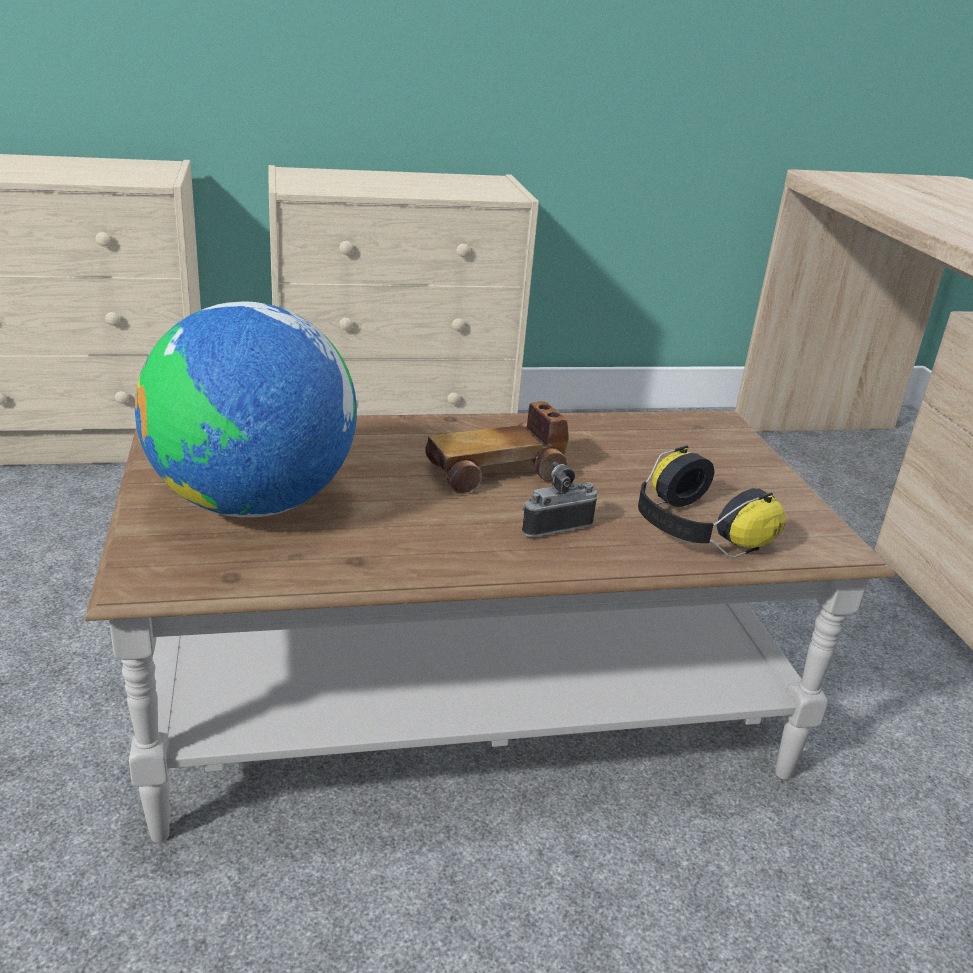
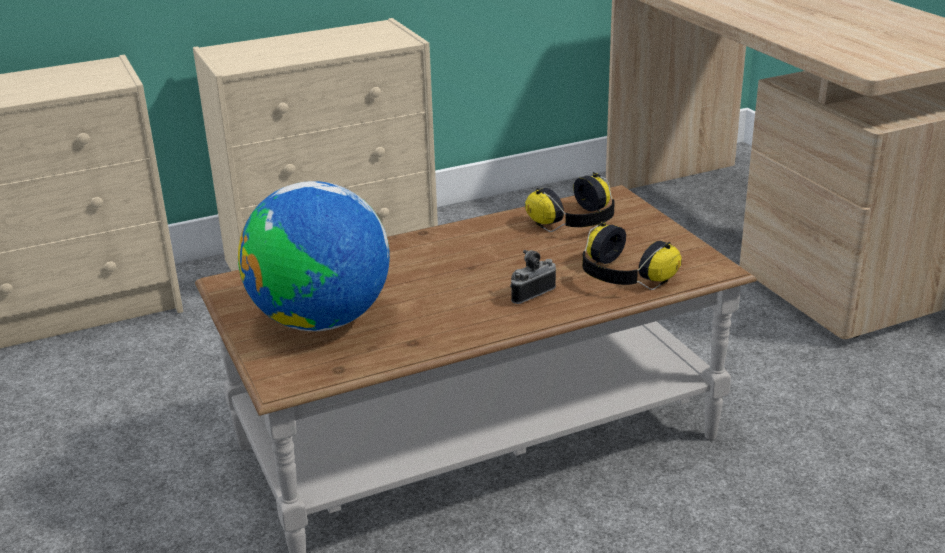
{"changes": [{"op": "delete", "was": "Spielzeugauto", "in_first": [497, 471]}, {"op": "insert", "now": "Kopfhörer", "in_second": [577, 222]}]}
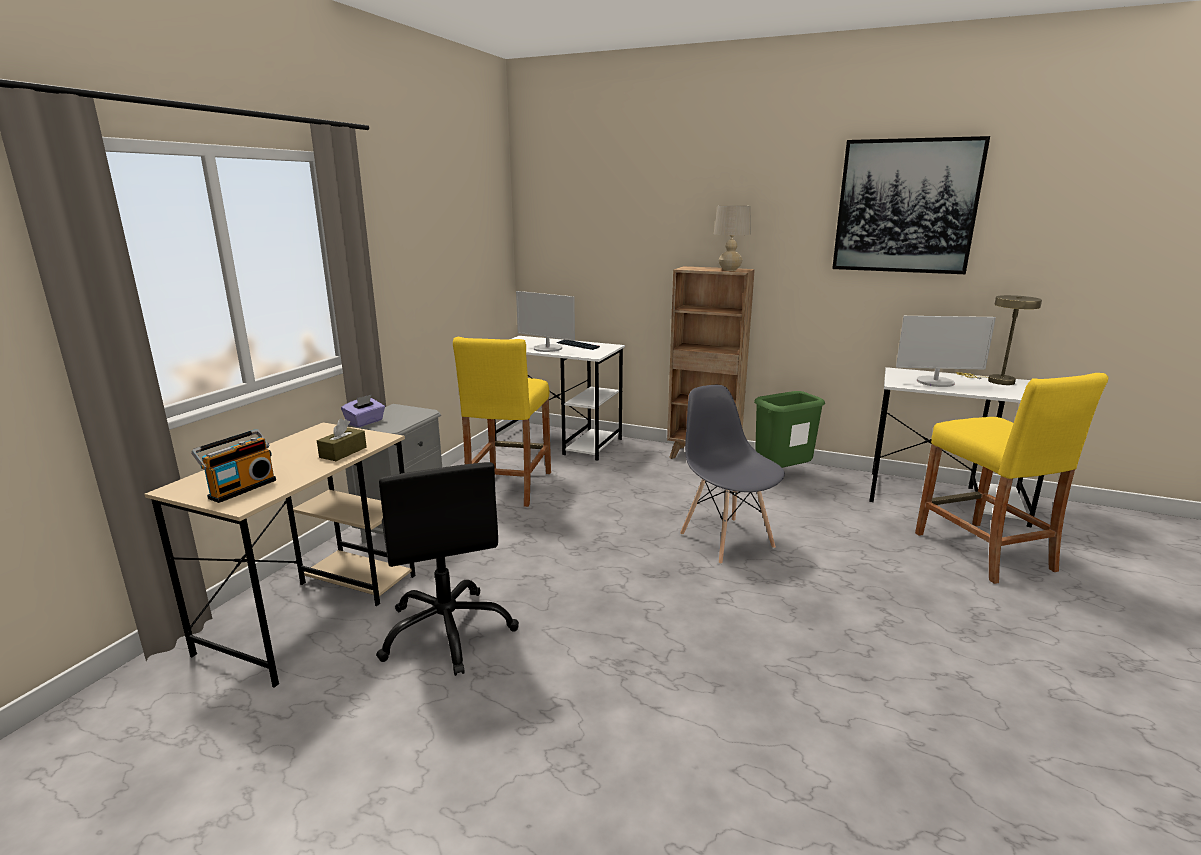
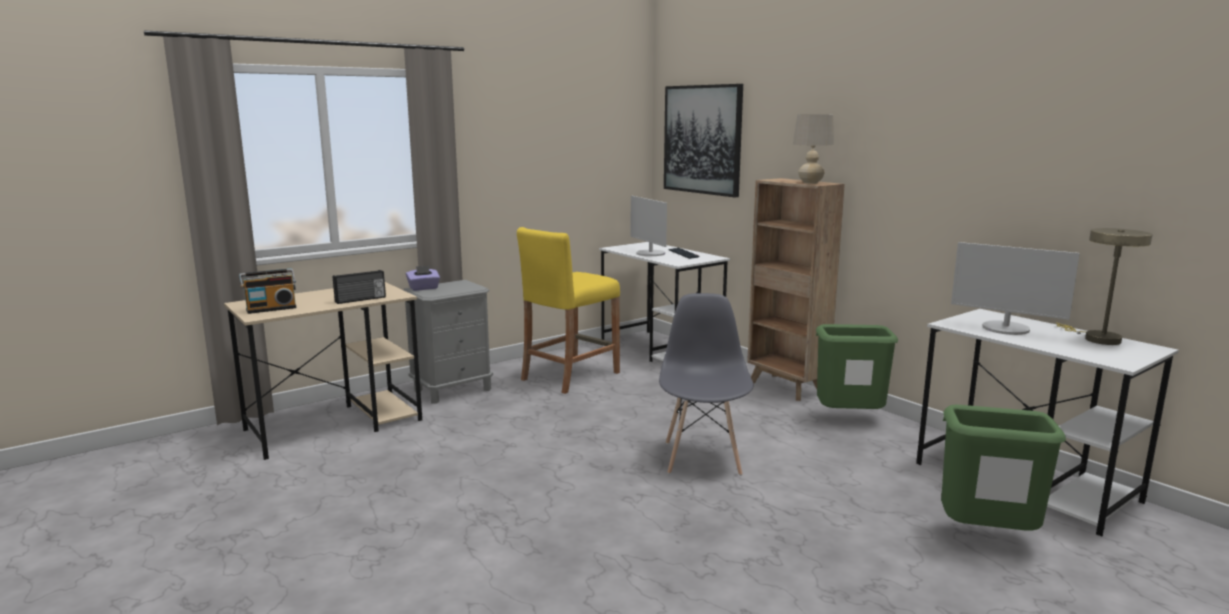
{"changes": [{"op": "delete", "was": "Bürostuhl (schwarz)", "in_first": [448, 631]}, {"op": "move", "was": "Bild", "in_first": [906, 206], "in_second": [702, 139]}, {"op": "replace", "was": "Taschentuchbox (braun)", "now": "Radio", "in_first": [343, 452], "in_second": [360, 300]}, {"op": "replace", "was": "Hocker (gelb)", "now": "Mülleimer (grün)", "in_first": [983, 551], "in_second": [986, 539]}]}
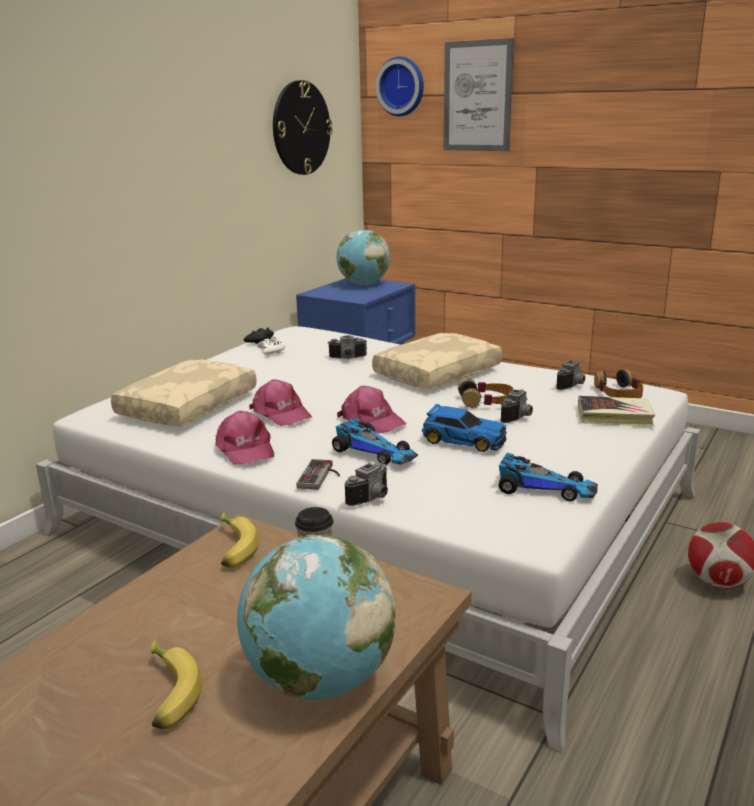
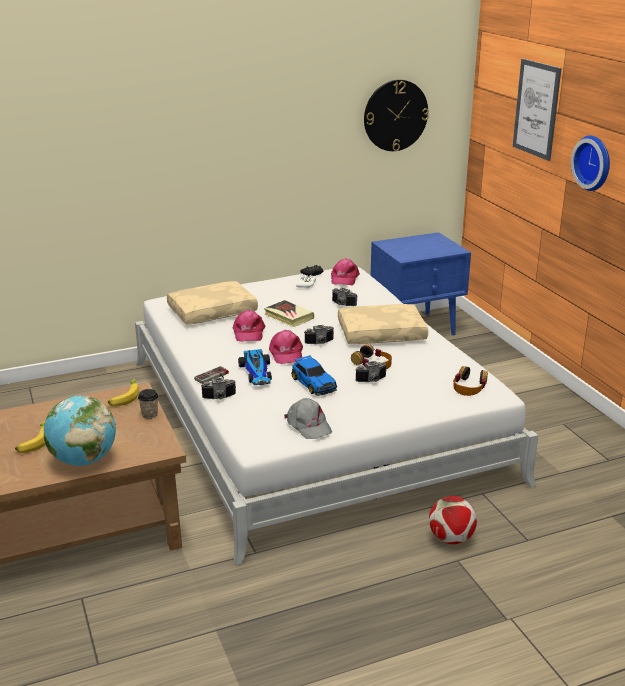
{"changes": [{"op": "delete", "was": "Globus", "in_first": [363, 284]}, {"op": "move", "was": "Kappe (rosa)", "in_first": [245, 449], "in_second": [344, 278]}, {"op": "move", "was": "Wanduhr", "in_first": [402, 86], "in_second": [594, 162]}, {"op": "move", "was": "Kamera", "in_first": [573, 385], "in_second": [320, 343]}, {"op": "move", "was": "Buch", "in_first": [615, 416], "in_second": [288, 316]}, {"op": "replace", "was": "Spielzeugauto", "now": "Kappe (grau)", "in_first": [543, 487], "in_second": [308, 425]}]}
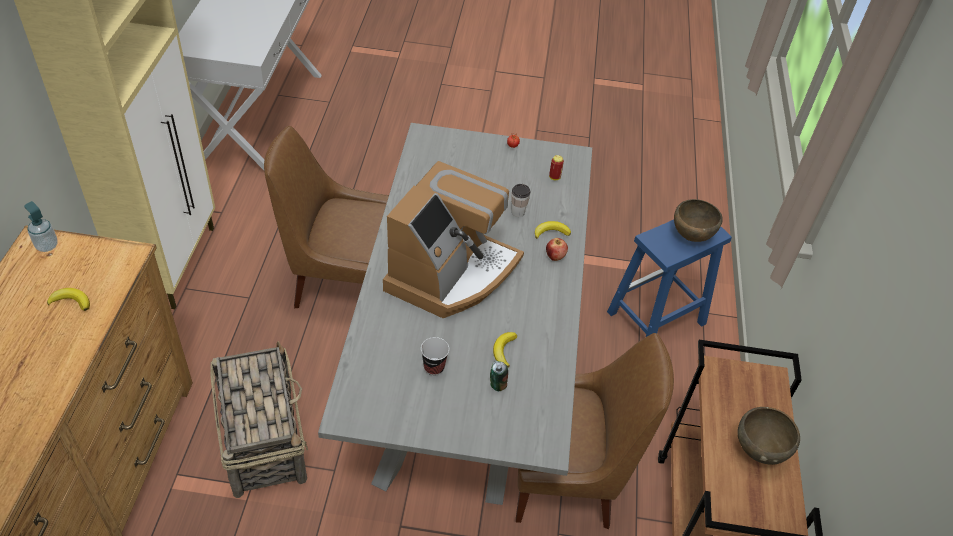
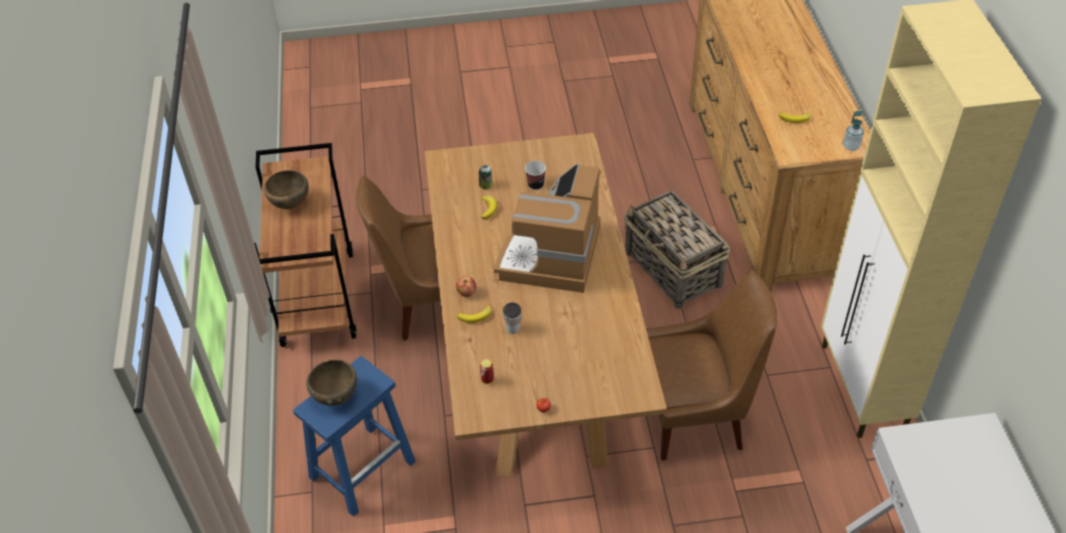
{"changes": [{"op": "recolor", "was": "Esstisch (grau)", "now": "Esstisch (braun)", "in_first": [464, 371], "in_second": [538, 363]}]}
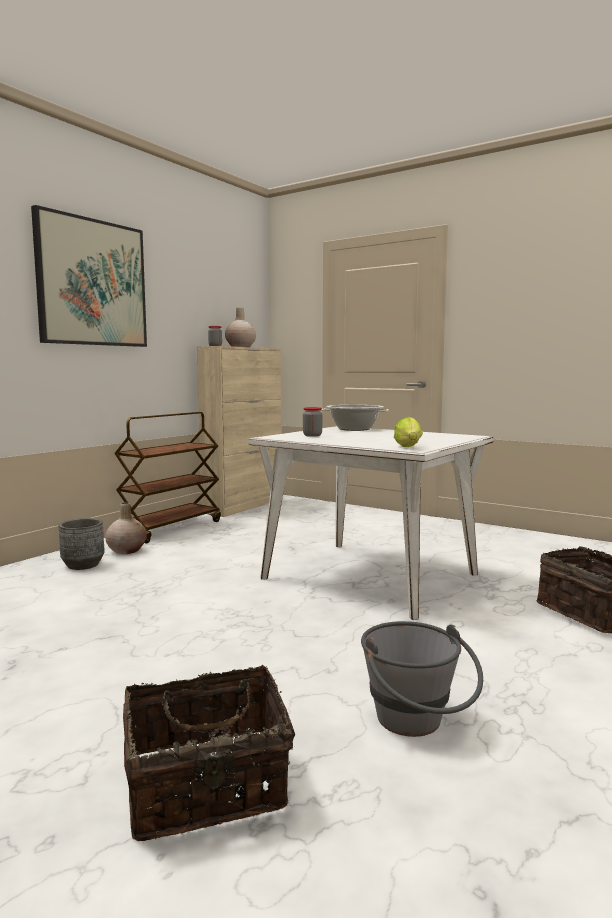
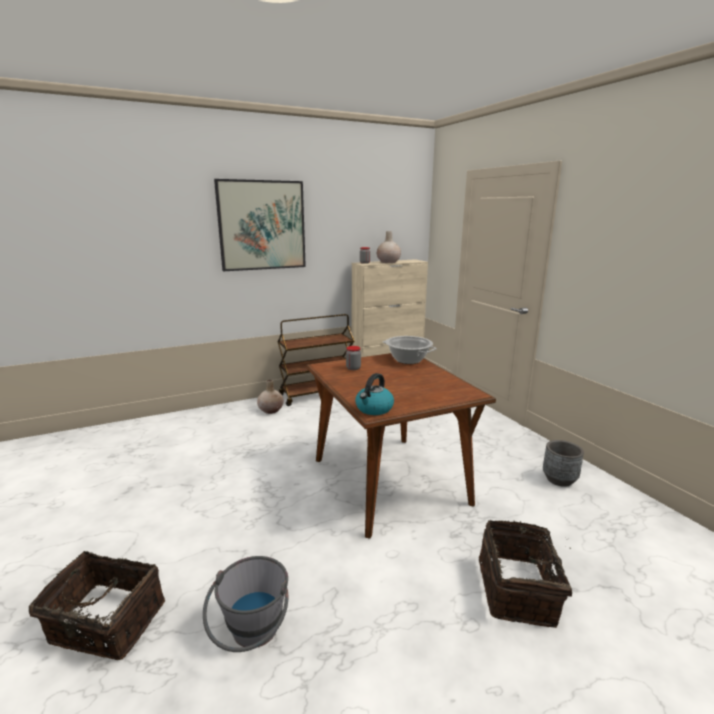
{"changes": [{"op": "move", "was": "Pflanzkübel (grau)", "in_first": [83, 565], "in_second": [559, 479]}, {"op": "replace", "was": "Salatkopf", "now": "Wasserkessel", "in_first": [409, 448], "in_second": [374, 409]}, {"op": "recolor", "was": "Esstisch (weiß)", "now": "Esstisch (braun)", "in_first": [370, 576], "in_second": [389, 481]}]}
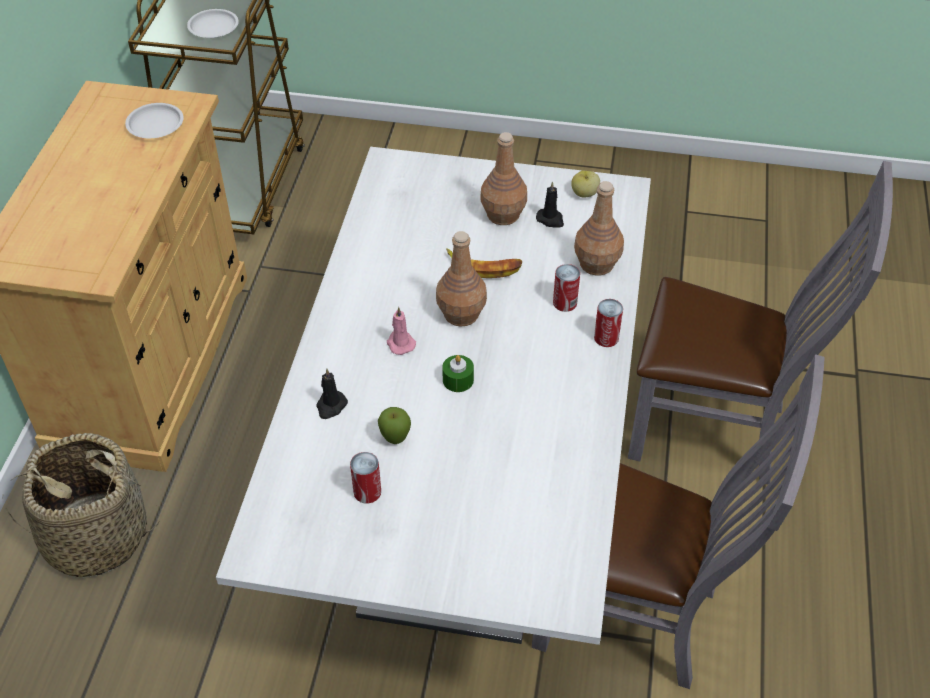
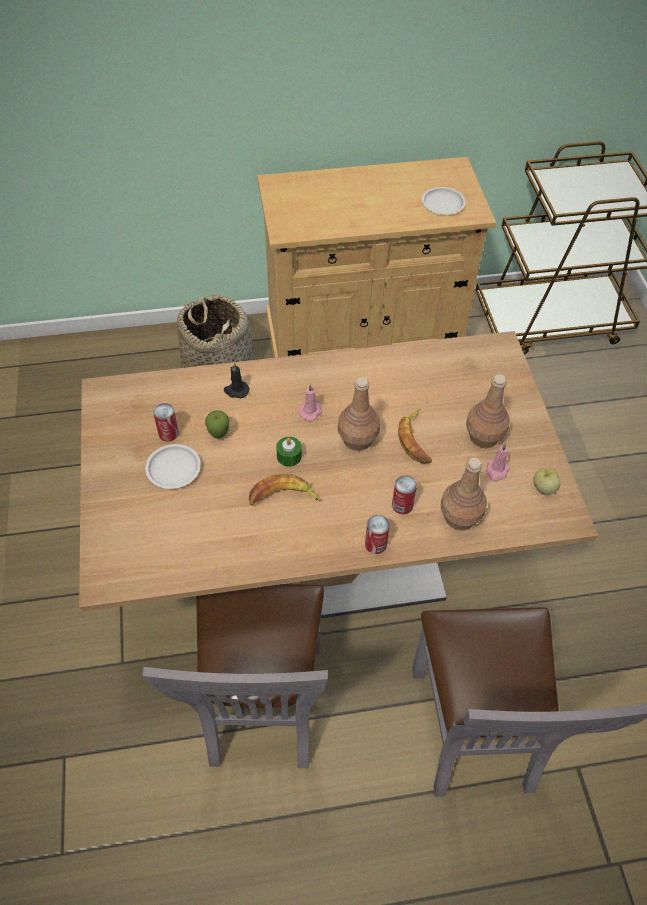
{"changes": [{"op": "insert", "now": "Banane", "in_second": [282, 497]}, {"op": "move", "was": "Teller (weiß)", "in_first": [214, 27], "in_second": [174, 469]}, {"op": "recolor", "was": "Esstisch (weiß)", "now": "Esstisch (braun)", "in_first": [465, 502], "in_second": [321, 561]}, {"op": "recolor", "was": "Kerze (schwarz)", "now": "Kerze (rosa)", "in_first": [550, 219], "in_second": [496, 471]}]}
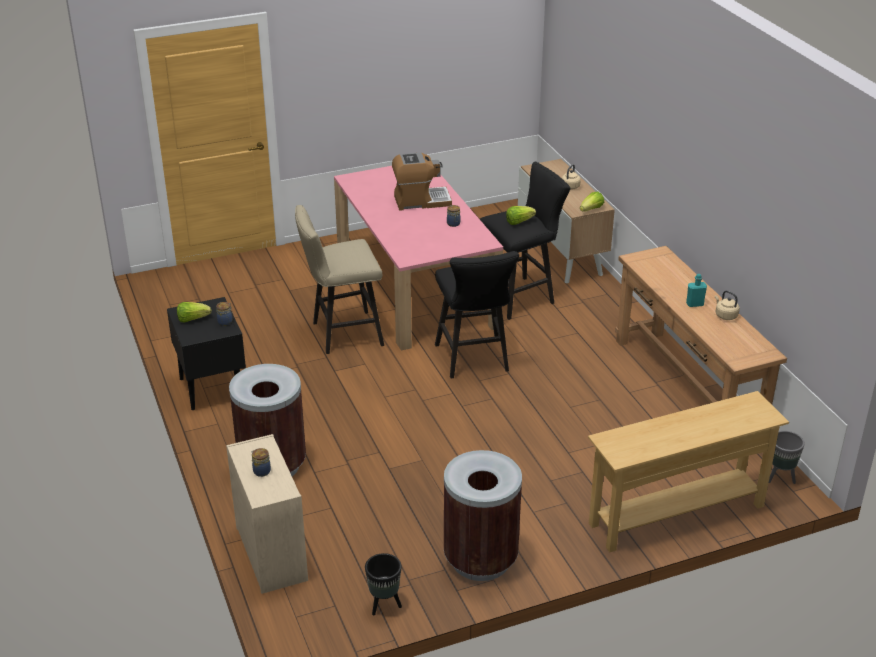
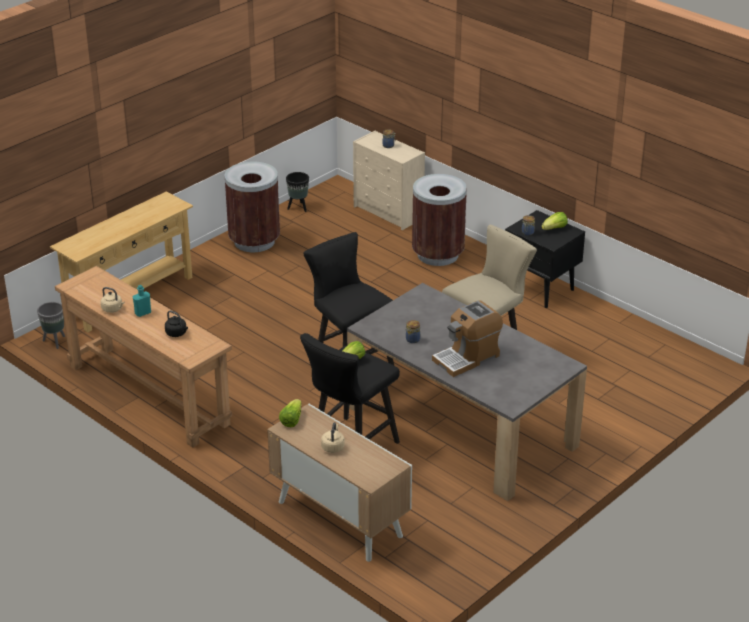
{"changes": [{"op": "insert", "now": "Wasserkessel (schwarz)", "in_second": [177, 333]}, {"op": "recolor", "was": "Esstisch (rosa)", "now": "Esstisch (grau)", "in_first": [415, 288], "in_second": [462, 426]}]}
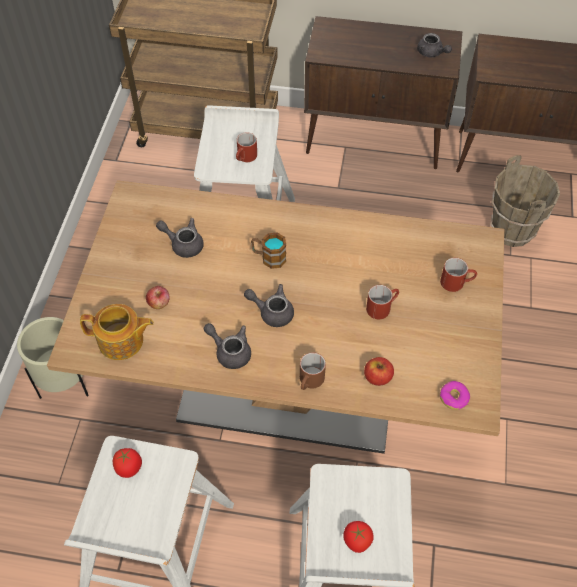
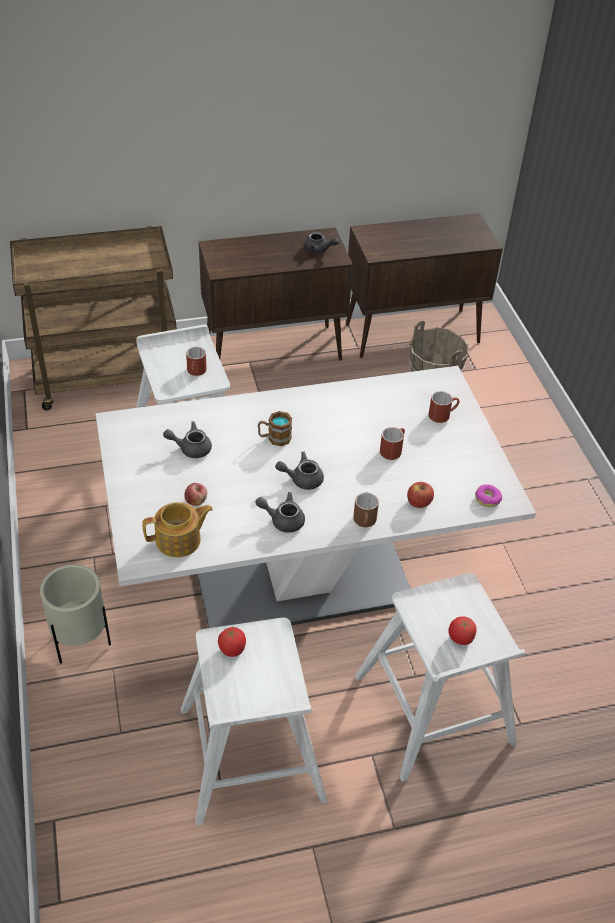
{"changes": [{"op": "recolor", "was": "Esstisch (braun)", "now": "Esstisch (weiß)", "in_first": [288, 387], "in_second": [301, 577]}]}
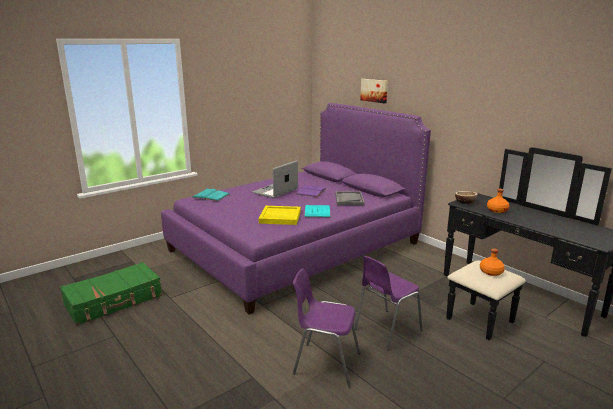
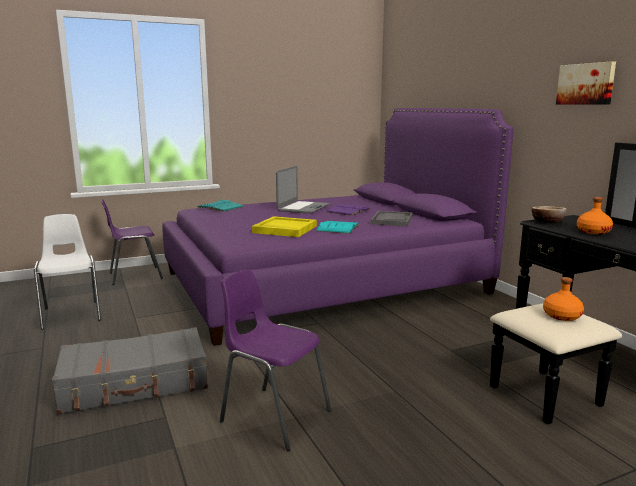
{"changes": [{"op": "insert", "now": "Koffer (grau)", "in_second": [135, 384]}, {"op": "move", "was": "Stuhl (lila)", "in_first": [386, 330], "in_second": [134, 276]}, {"op": "move", "was": "Bild", "in_first": [374, 90], "in_second": [586, 84]}, {"op": "replace", "was": "Koffer (grün)", "now": "Stuhl (weiß)", "in_first": [114, 301], "in_second": [72, 314]}, {"op": "rotate", "was": "Laptop", "in_first": [275, 191], "in_second": [303, 208], "clockwise": 150}]}
